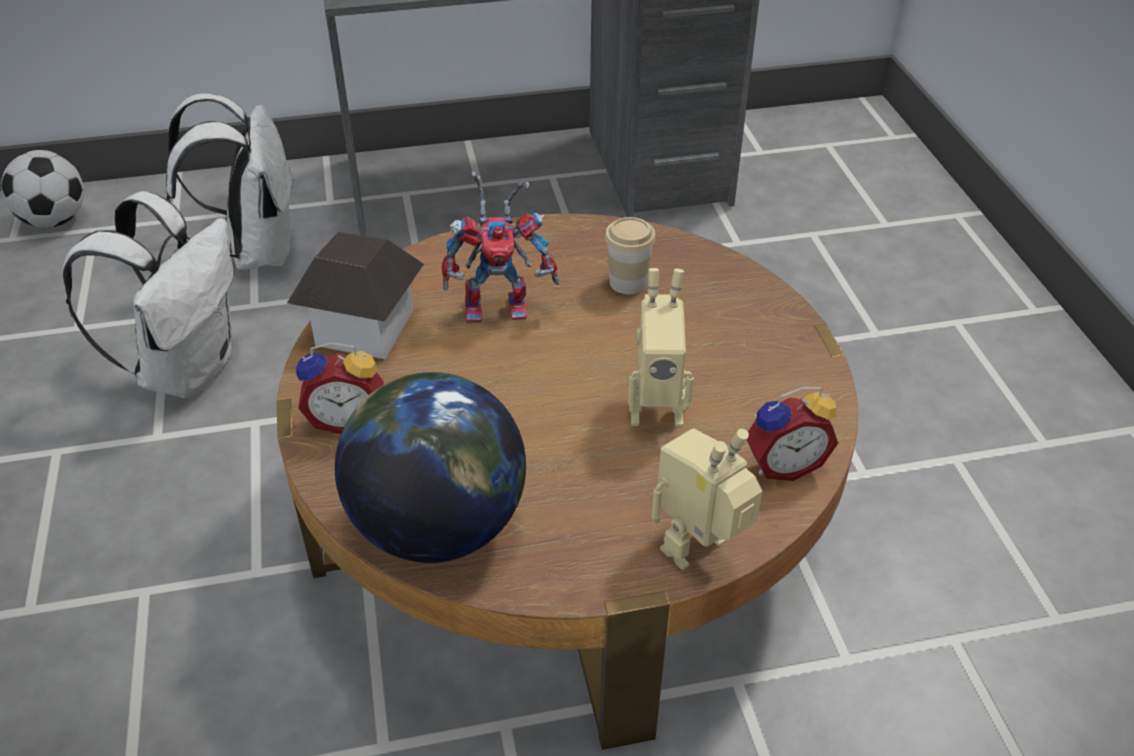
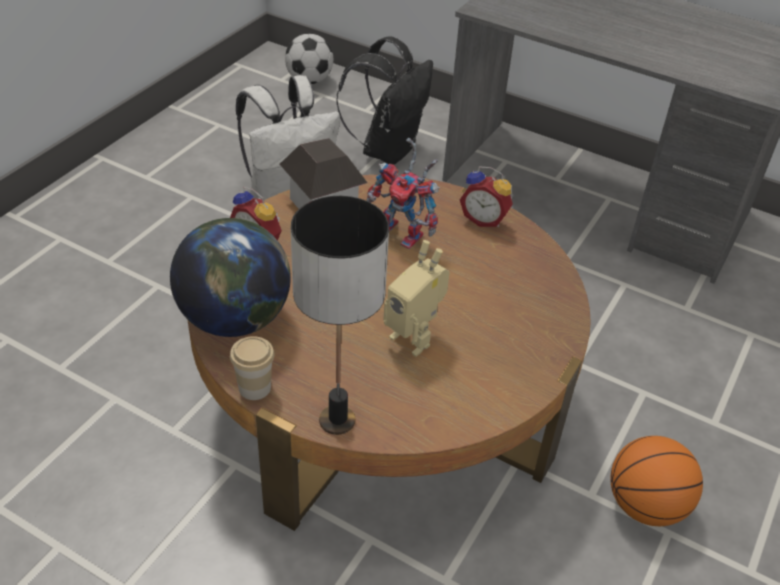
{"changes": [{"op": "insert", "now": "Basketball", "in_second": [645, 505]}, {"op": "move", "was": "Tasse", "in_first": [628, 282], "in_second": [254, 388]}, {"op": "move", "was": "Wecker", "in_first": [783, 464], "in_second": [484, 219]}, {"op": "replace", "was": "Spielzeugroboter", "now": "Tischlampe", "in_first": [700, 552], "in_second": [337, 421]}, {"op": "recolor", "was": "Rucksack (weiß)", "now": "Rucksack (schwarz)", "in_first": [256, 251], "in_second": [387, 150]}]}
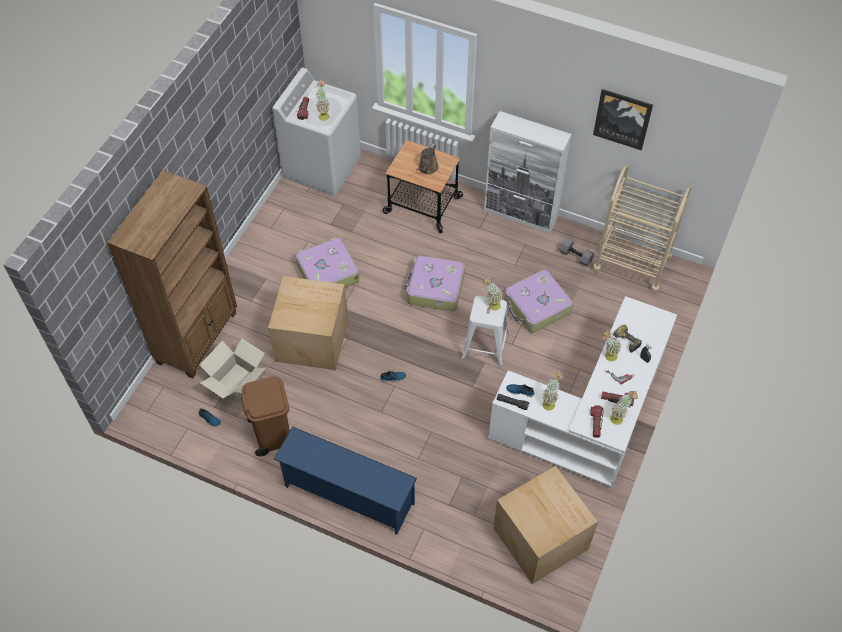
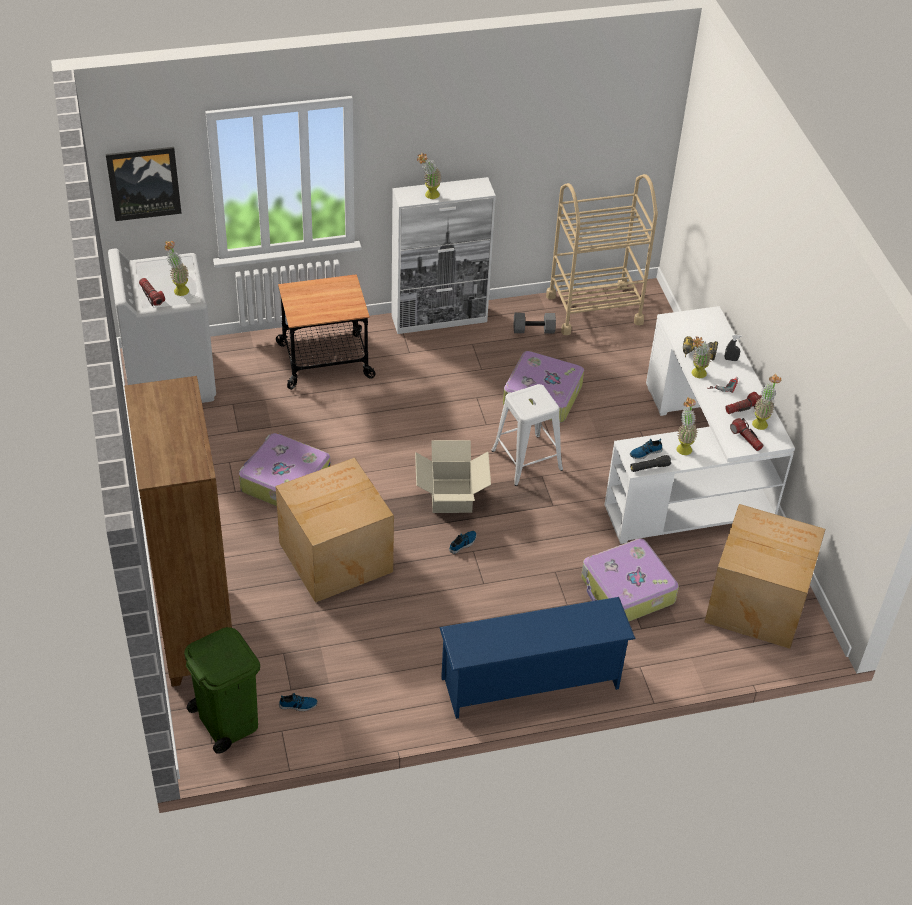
{"changes": [{"op": "delete", "was": "Mülleimer (braun)", "in_first": [272, 434]}, {"op": "delete", "was": "Gießkanne (braun)", "in_first": [427, 168]}, {"op": "insert", "now": "Mülleimer (grün)", "in_second": [227, 720]}, {"op": "move", "was": "Karton", "in_first": [236, 382], "in_second": [450, 496]}, {"op": "move", "was": "Koffer", "in_first": [435, 289], "in_second": [627, 591]}, {"op": "move", "was": "Topfpflanze", "in_first": [491, 305], "in_second": [428, 196]}, {"op": "move", "was": "Bild", "in_first": [622, 119], "in_second": [144, 183]}]}
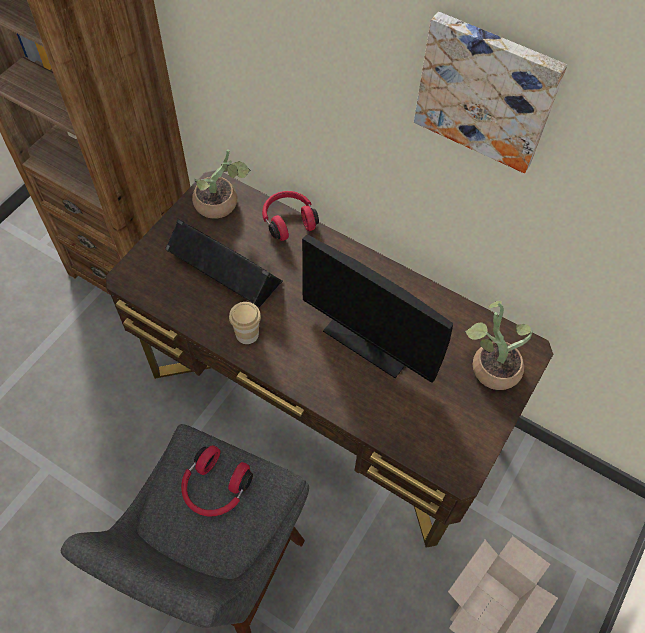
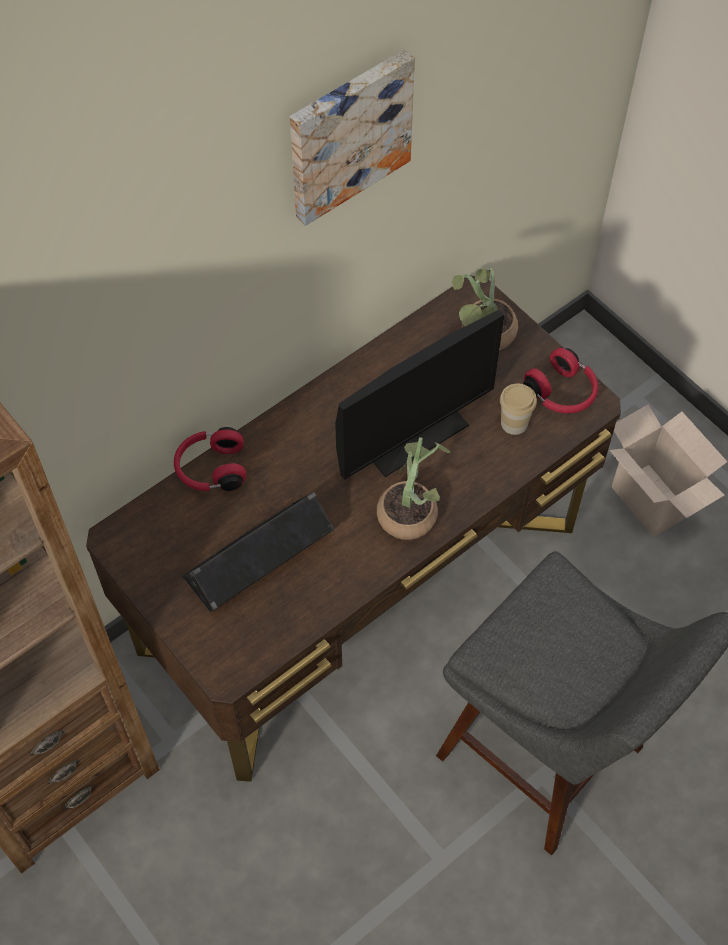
{"changes": [{"op": "move", "was": "Kopfhörer (rot)", "in_first": [215, 488], "in_second": [562, 393]}, {"op": "move", "was": "Topfpflanze", "in_first": [221, 205], "in_second": [411, 510]}, {"op": "move", "was": "Tasse", "in_first": [247, 334], "in_second": [514, 423]}]}
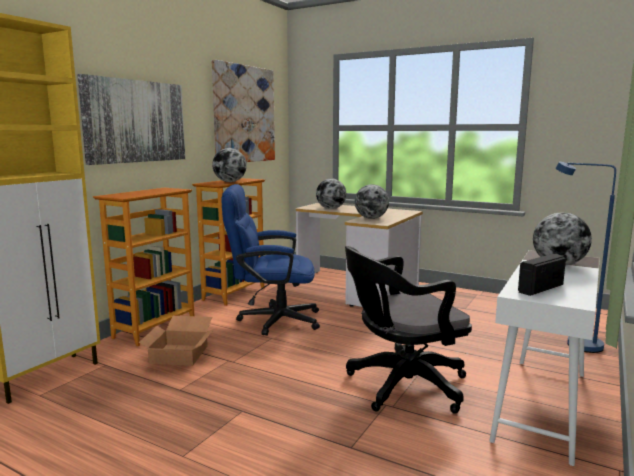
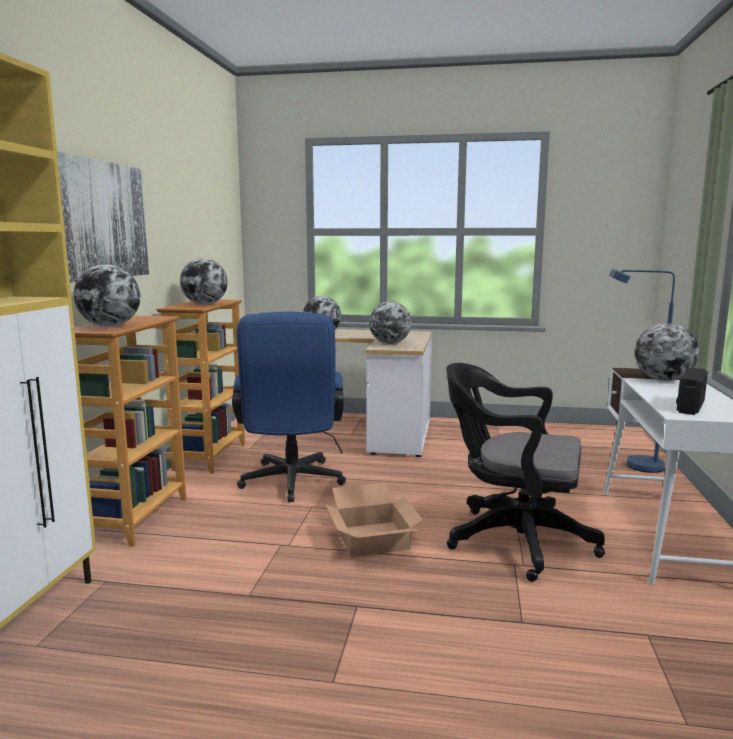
{"changes": [{"op": "delete", "was": "Bild", "in_first": [244, 114]}, {"op": "insert", "now": "Globus", "in_second": [110, 326]}, {"op": "move", "was": "Karton", "in_first": [178, 354], "in_second": [371, 538]}, {"op": "rotate", "was": "Bürostuhl (blau)", "in_first": [272, 320], "in_second": [291, 484], "clockwise": -75}, {"op": "rotate", "was": "Bürostuhl (schwarz)", "in_first": [401, 386], "in_second": [512, 540], "clockwise": 60}]}
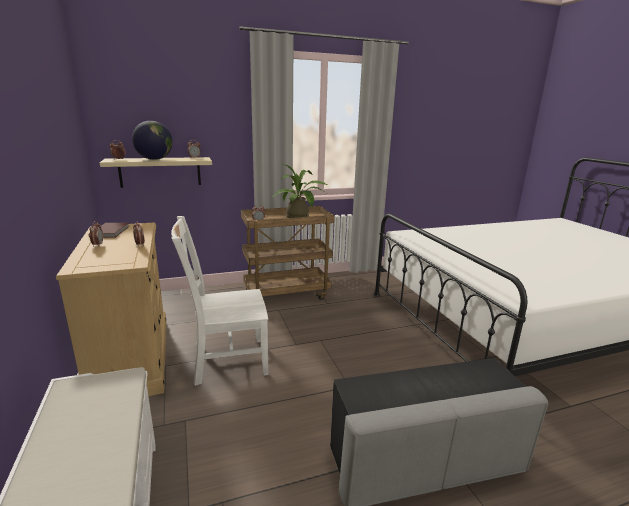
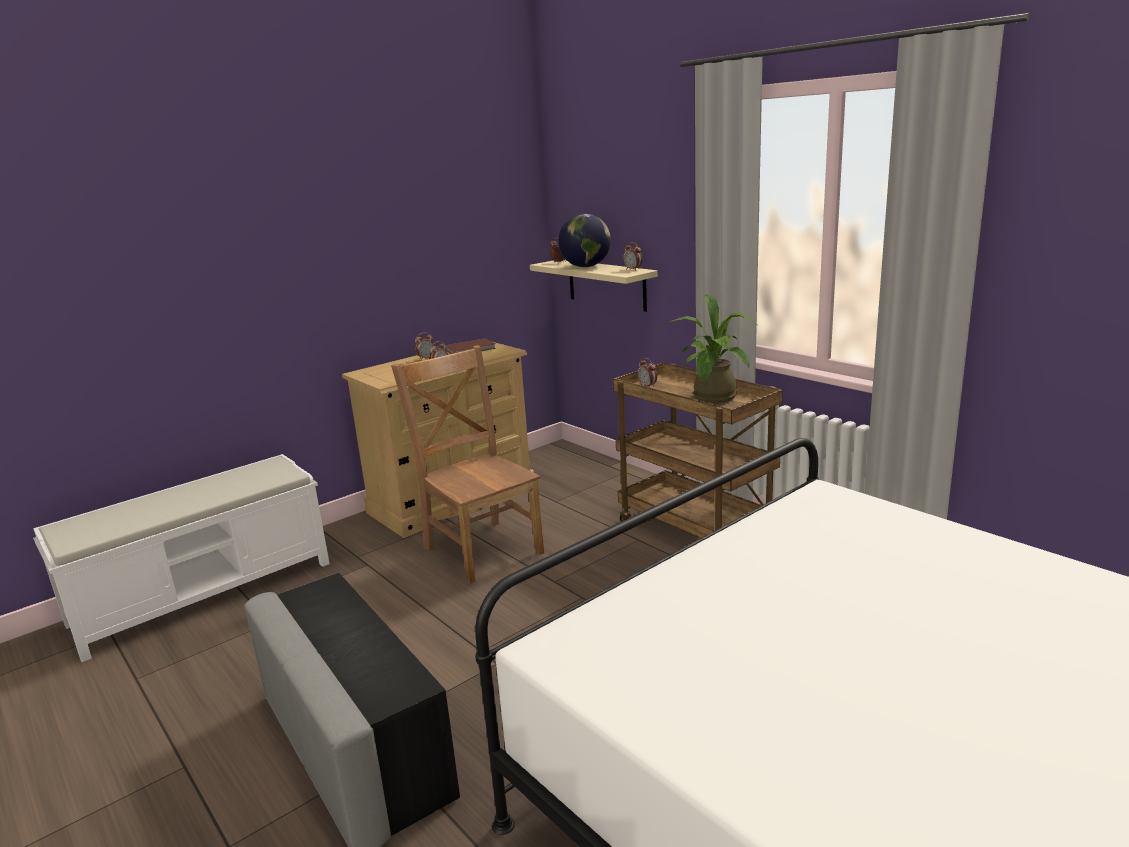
{"changes": [{"op": "recolor", "was": "Stuhl (weiß)", "now": "Stuhl (braun)", "in_first": [226, 360], "in_second": [481, 548]}]}
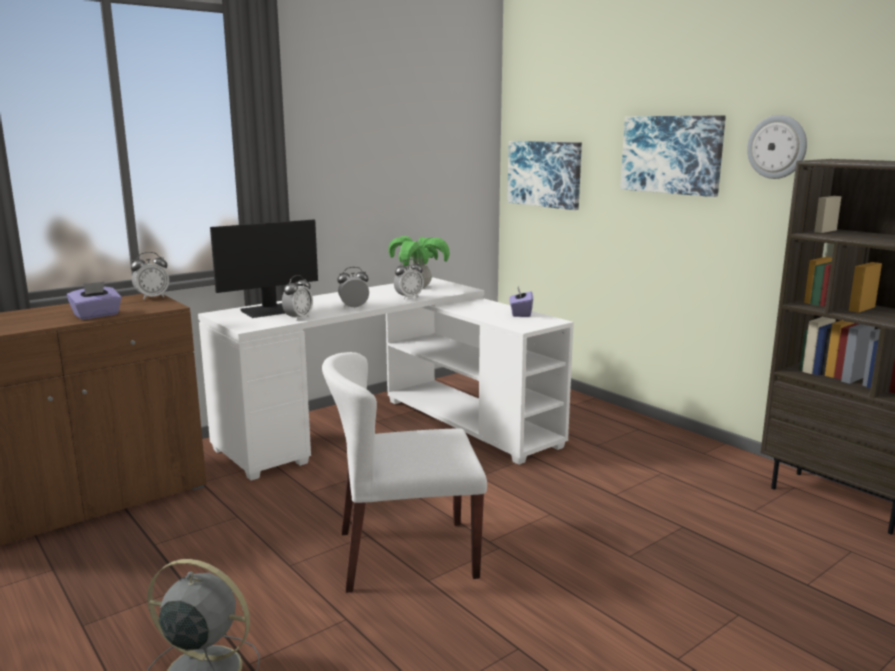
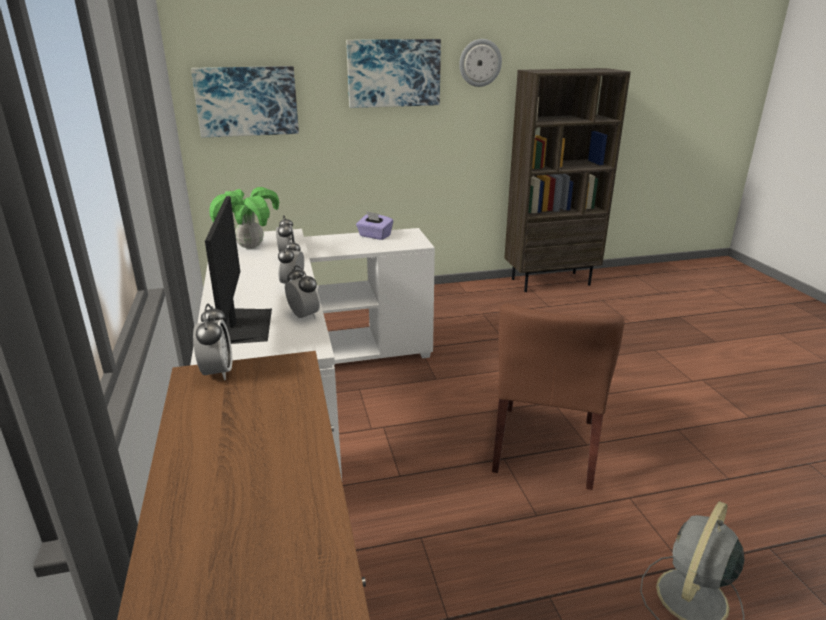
{"changes": [{"op": "delete", "was": "Taschentuchbox (lila)", "in_first": [97, 315]}, {"op": "recolor", "was": "Stuhl (weiß)", "now": "Stuhl (braun)", "in_first": [405, 554], "in_second": [545, 446]}]}
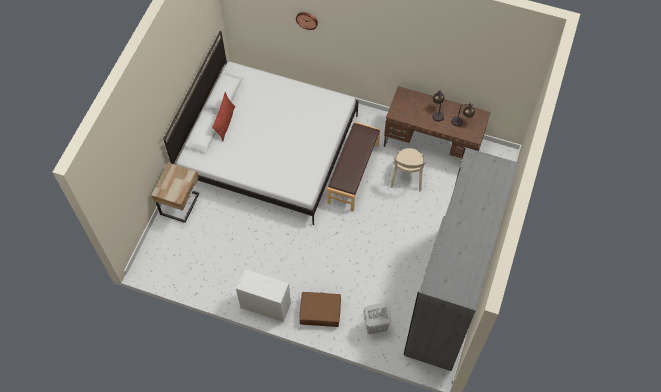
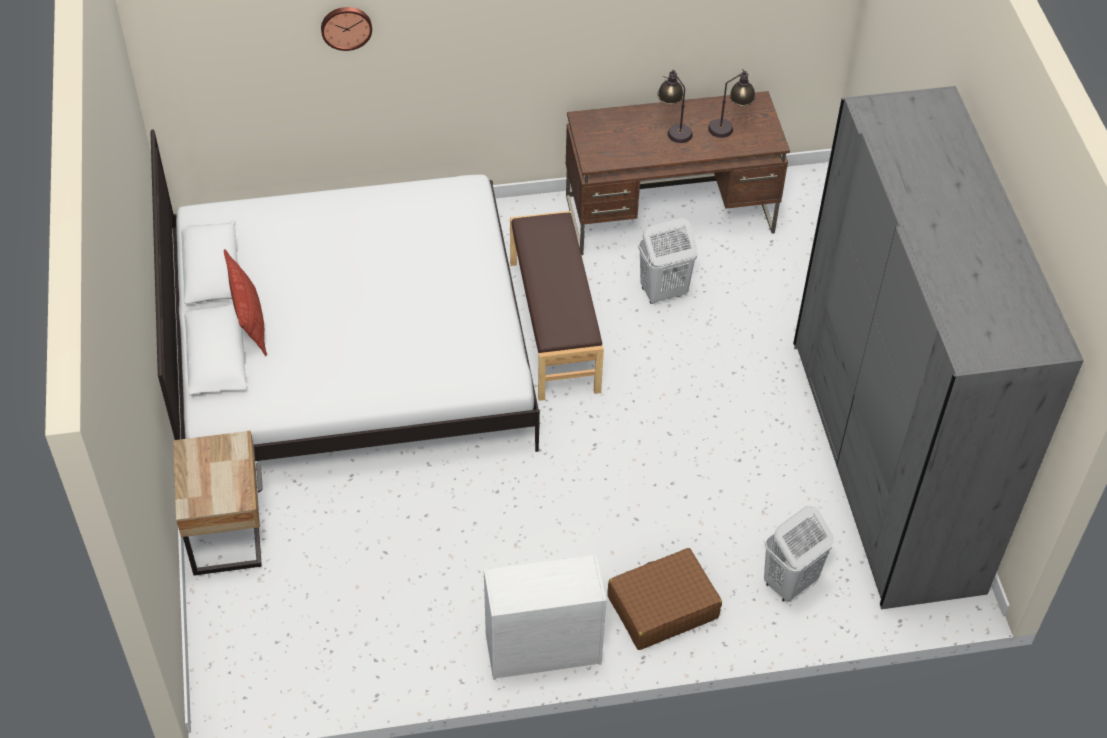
{"changes": [{"op": "replace", "was": "Stuhl (beige)", "now": "Wäschekorb (weiß)", "in_first": [406, 178], "in_second": [662, 292]}]}
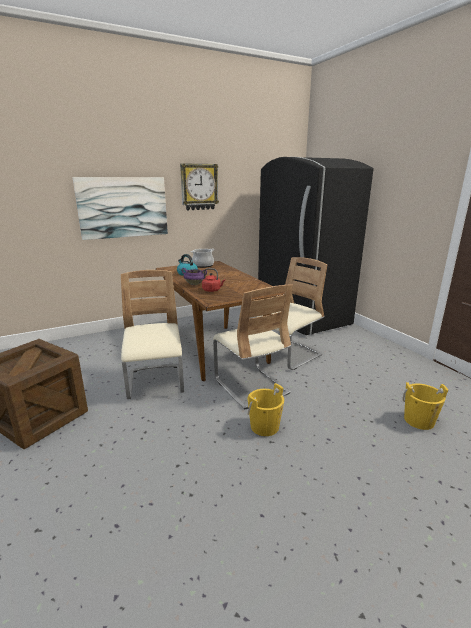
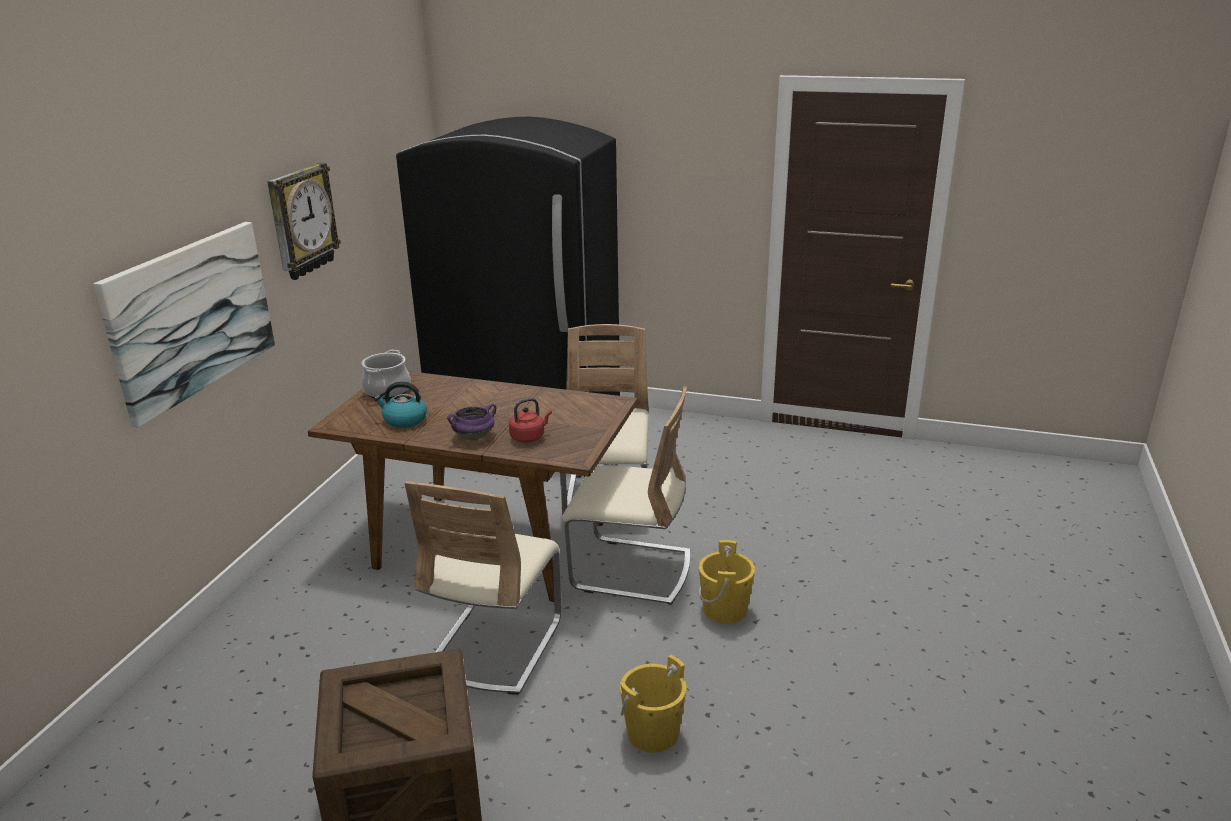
{"changes": [{"op": "move", "was": "Eimer (gelb)", "in_first": [419, 420], "in_second": [653, 733]}, {"op": "rotate", "was": "Stuhl (beige)", "in_first": [156, 383], "in_second": [494, 646], "clockwise": -105}]}
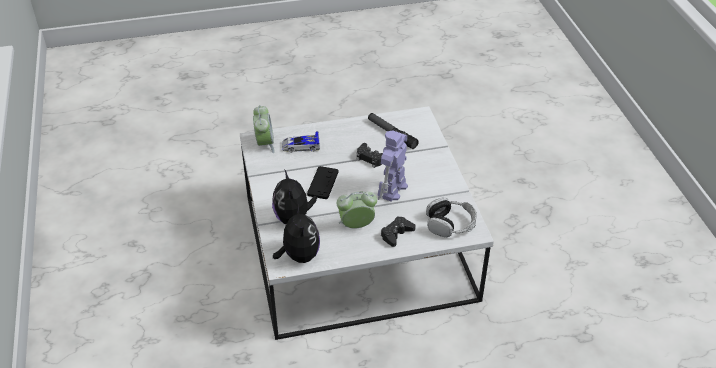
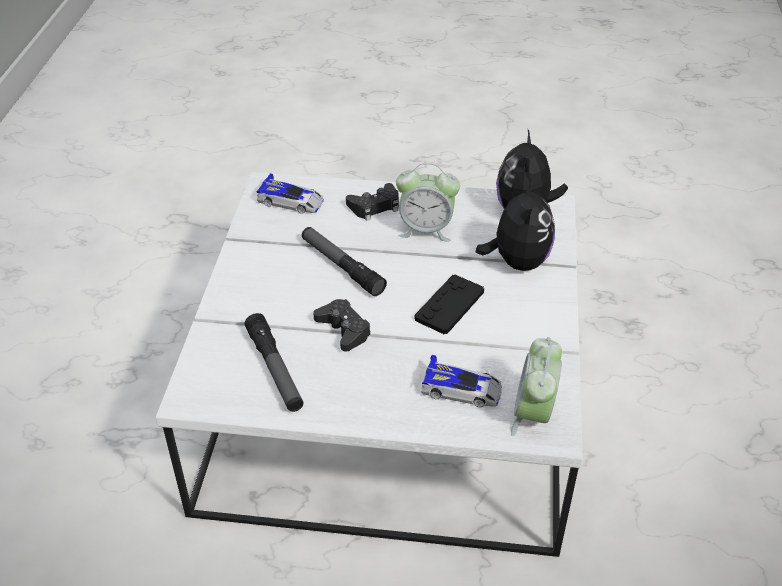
{"changes": [{"op": "replace", "was": "Spielzeugroboter", "now": "Taschenlampe", "in_first": [392, 190], "in_second": [342, 266]}, {"op": "replace", "was": "Kopfhörer", "now": "Spielzeugauto", "in_first": [450, 224], "in_second": [291, 201]}]}
